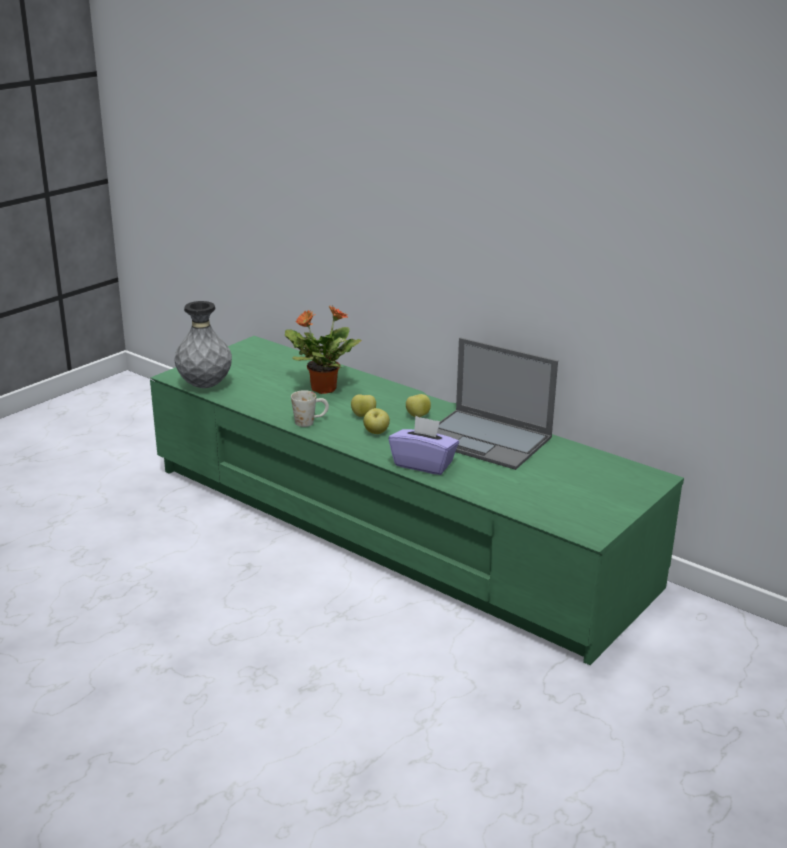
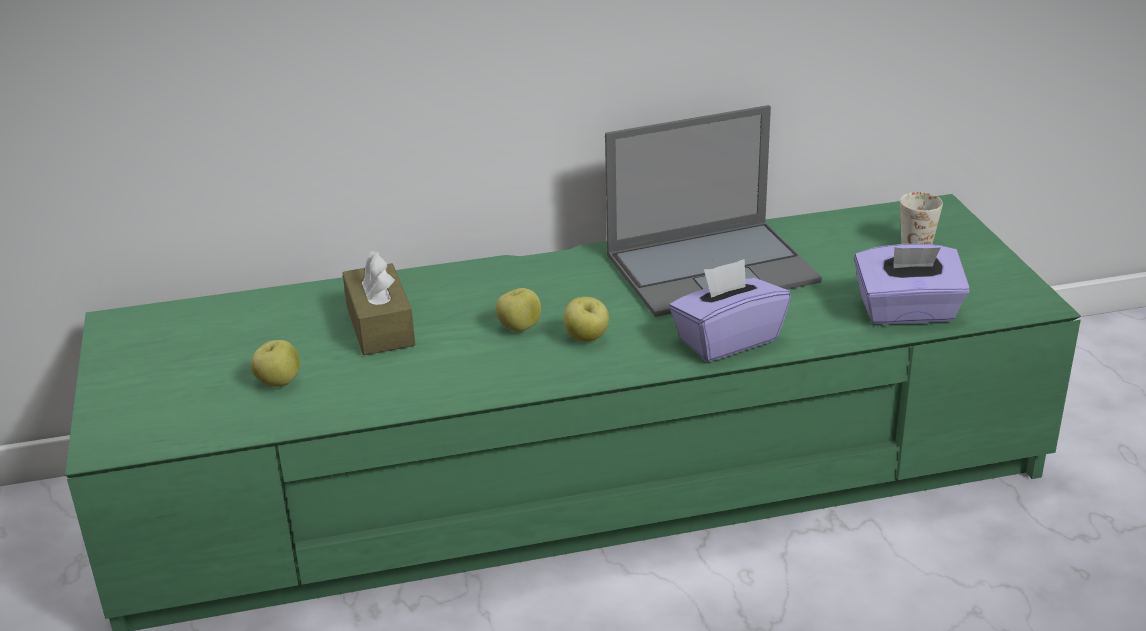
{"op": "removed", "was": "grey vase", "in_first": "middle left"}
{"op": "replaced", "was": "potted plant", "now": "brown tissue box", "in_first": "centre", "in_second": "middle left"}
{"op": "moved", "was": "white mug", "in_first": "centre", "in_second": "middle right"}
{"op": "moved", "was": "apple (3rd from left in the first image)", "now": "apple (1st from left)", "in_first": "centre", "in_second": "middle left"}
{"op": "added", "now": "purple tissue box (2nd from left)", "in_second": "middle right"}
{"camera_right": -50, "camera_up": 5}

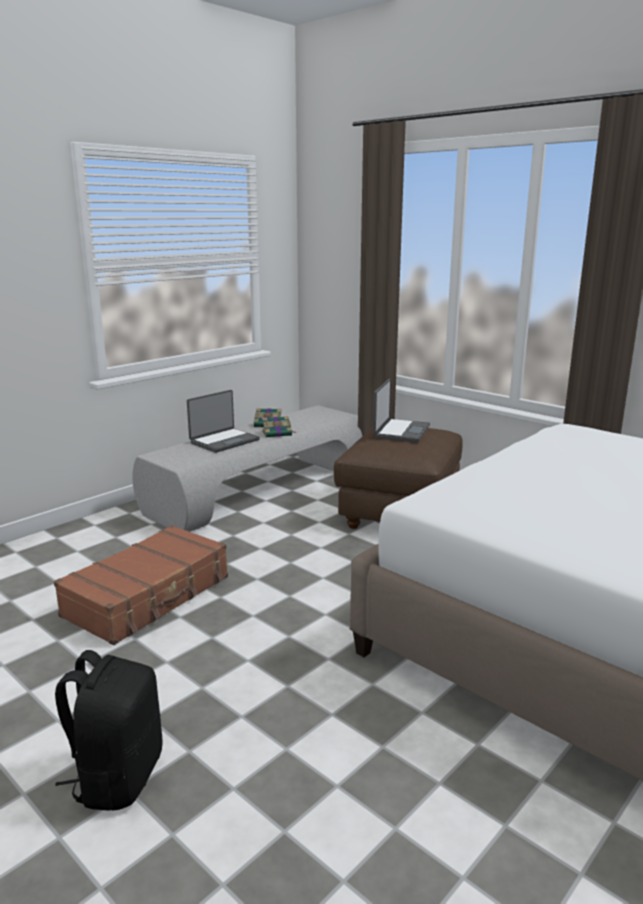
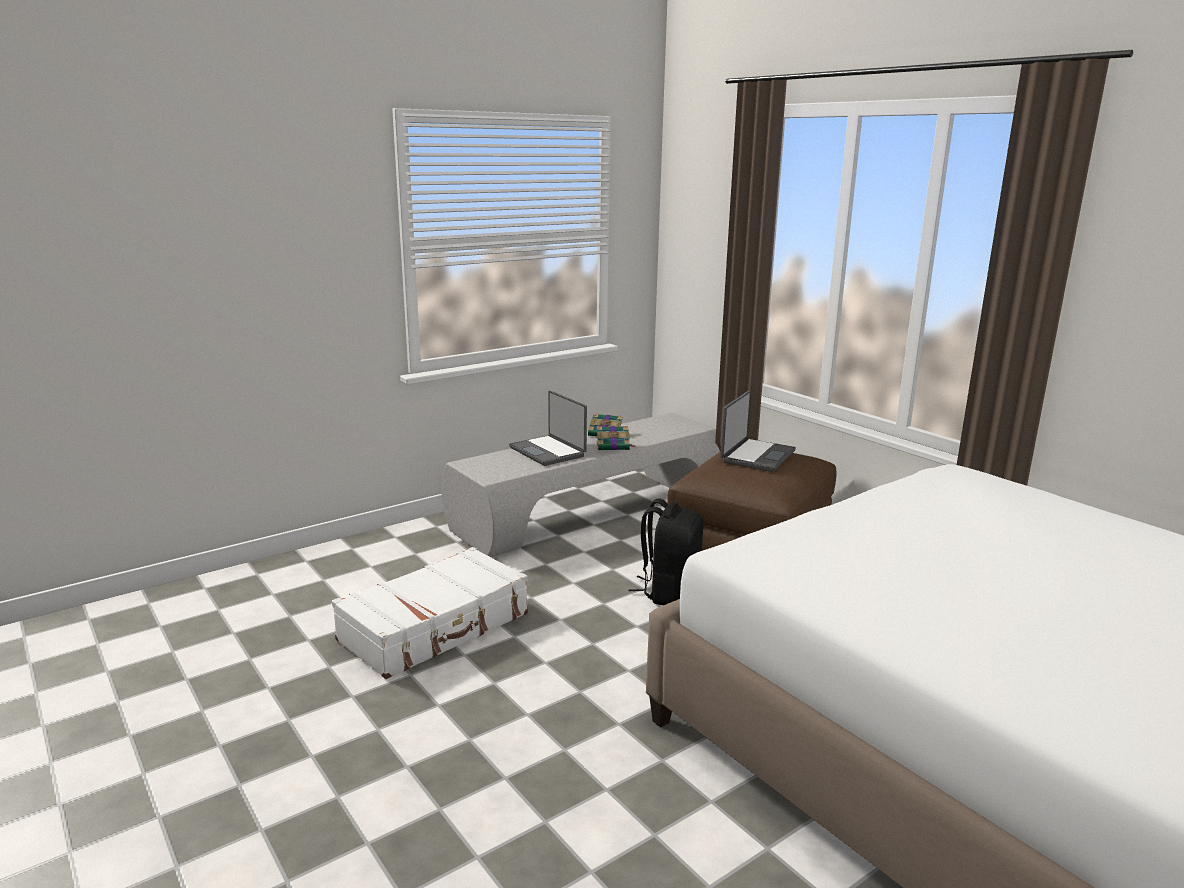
{"op": "turned", "was": "laptop (1st from left)", "in_first": "centre", "in_second": "centre", "clockwise": 90}
{"op": "recoloured", "was": "brown suitcase", "now": "white suitcase", "in_first": "middle left", "in_second": "bottom centre"}
{"op": "moved", "was": "black backpack", "in_first": "bottom left", "in_second": "centre"}
{"camera_right": 10, "camera_up": 0}

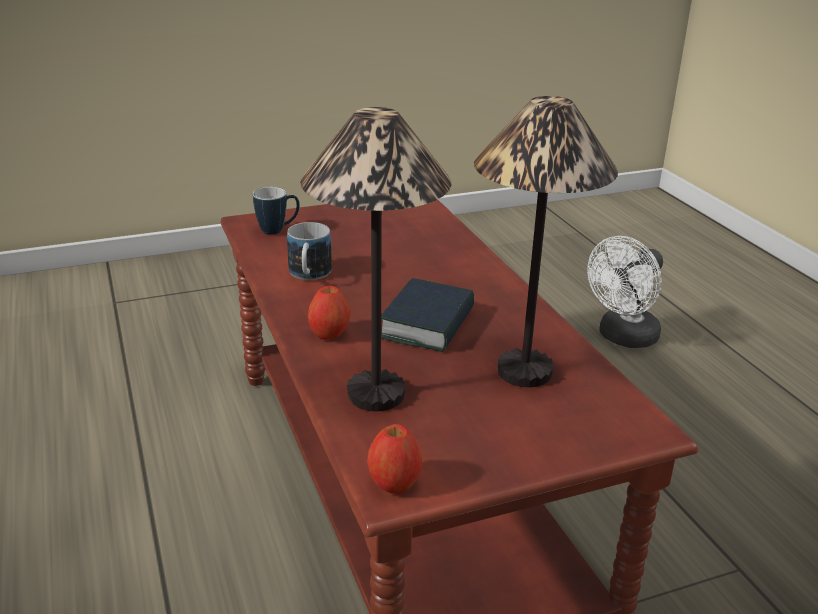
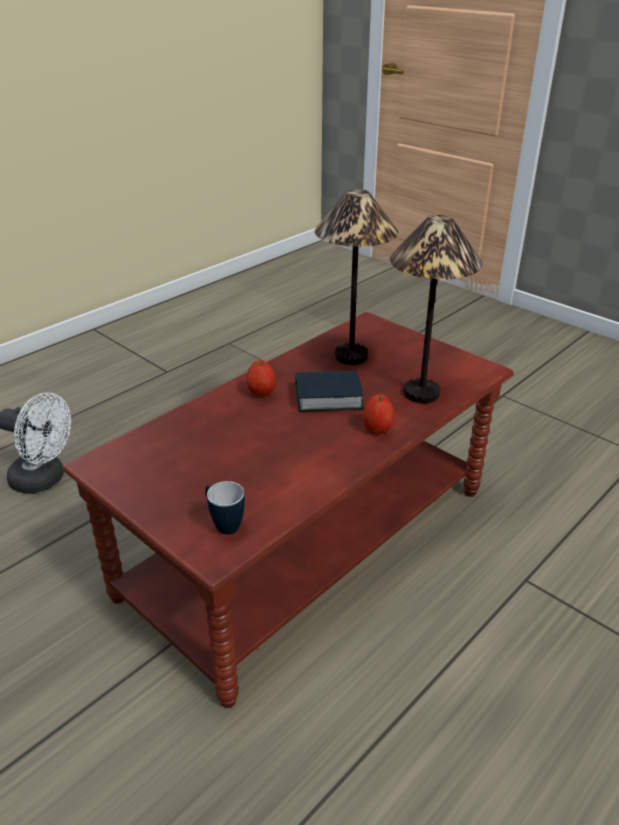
{"op": "removed", "was": "mug (2nd from left)", "in_first": "centre"}
{"op": "moved", "was": "apple (2nd from left in the first image)", "now": "apple (1st from left)", "in_first": "bottom centre", "in_second": "centre"}
{"camera_right": -115, "camera_up": 5}

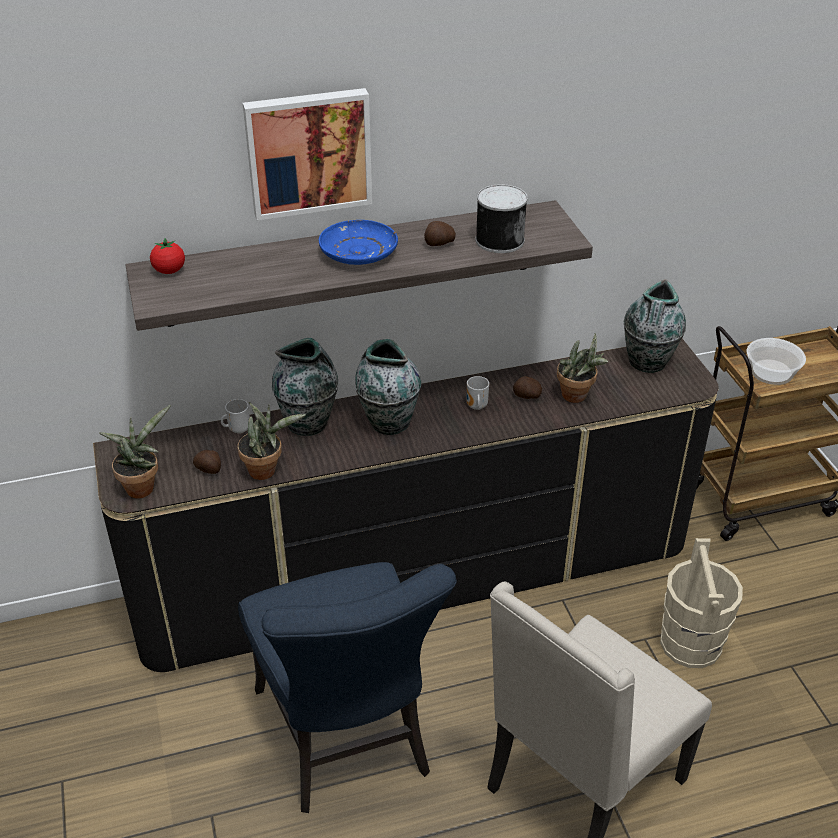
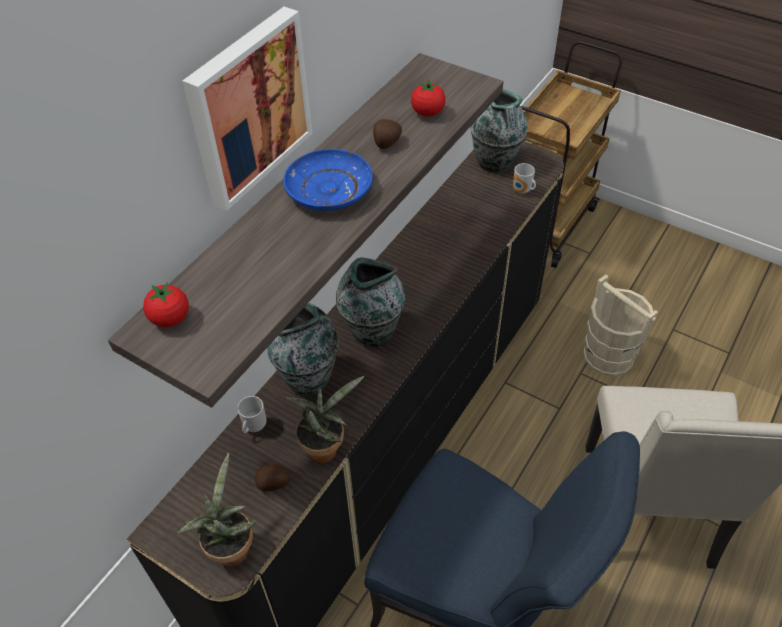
{"op": "replaced", "was": "can", "now": "tomato (2nd from left)", "in_first": "top centre", "in_second": "top centre"}
{"op": "removed", "was": "potted plant (3rd from left)", "in_first": "middle right"}
{"op": "removed", "was": "bowl", "in_first": "middle right"}
{"op": "moved", "was": "mug (2nd from left)", "in_first": "centre", "in_second": "top right"}
{"op": "removed", "was": "potato (3rd from left)", "in_first": "centre"}
{"camera_right": -40, "camera_up": 10}

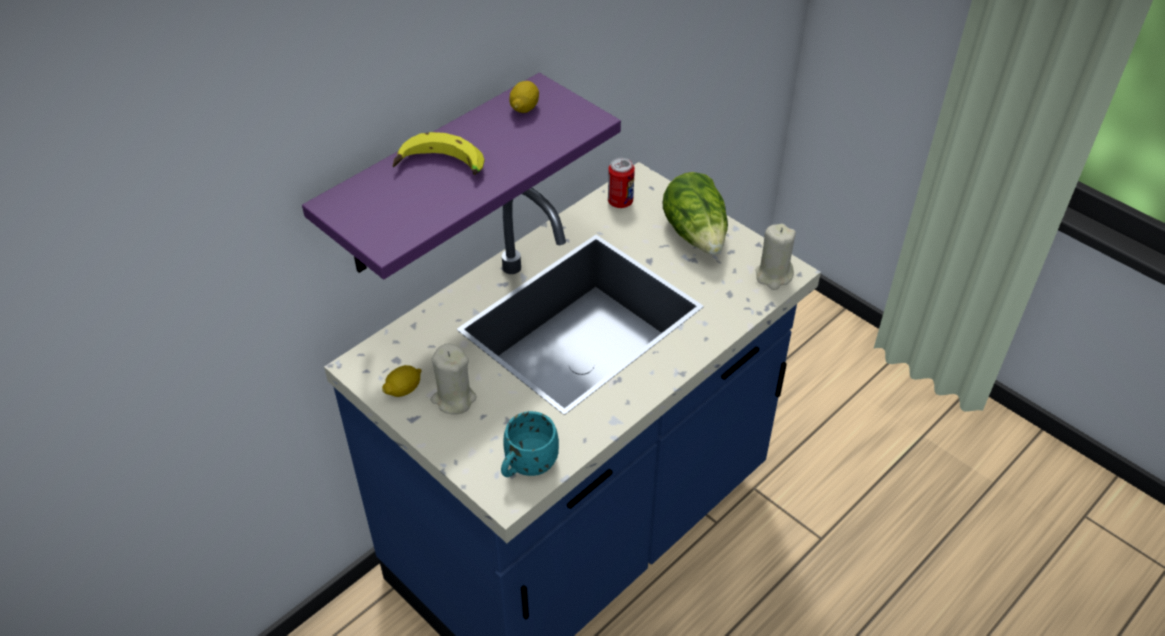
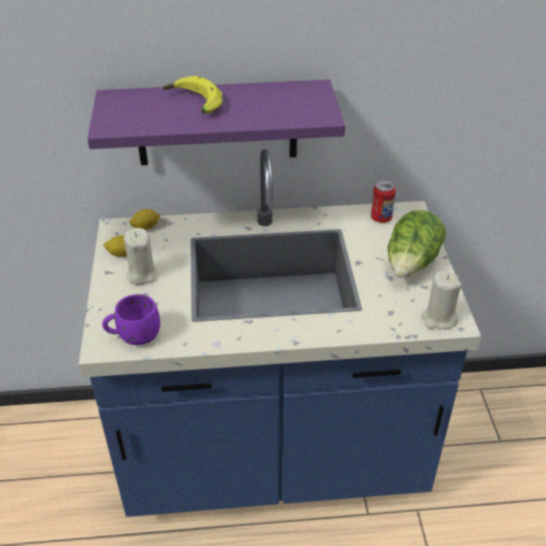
{"op": "moved", "was": "lemon (2nd from left)", "in_first": "top centre", "in_second": "middle left"}
{"op": "recoloured", "was": "turquoise mug", "now": "purple mug", "in_first": "bottom centre", "in_second": "middle left"}
{"camera_right": 40, "camera_up": -5}

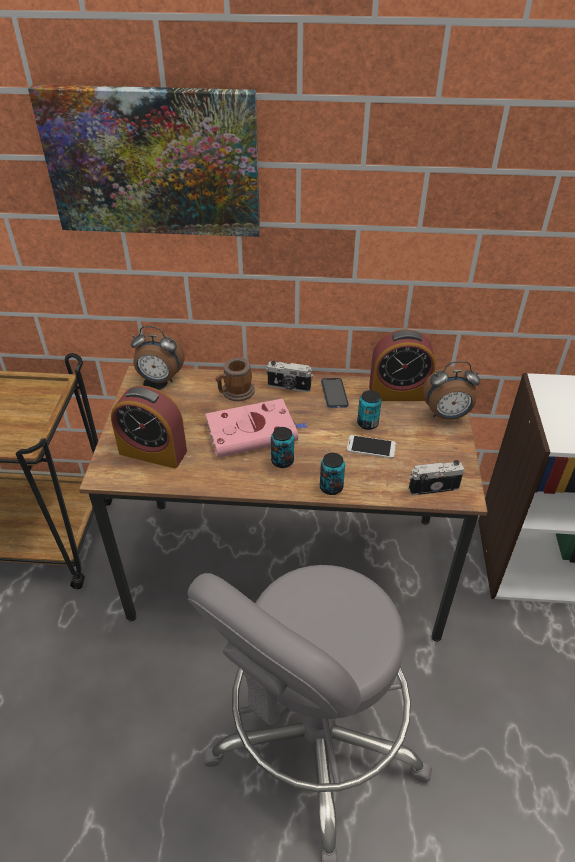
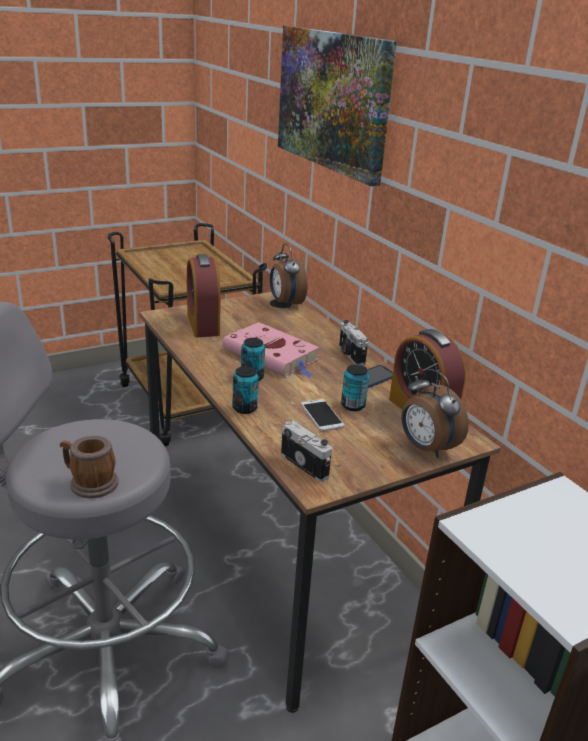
{"op": "moved", "was": "mug", "in_first": "centre", "in_second": "middle left"}
{"camera_right": 55, "camera_up": -15}

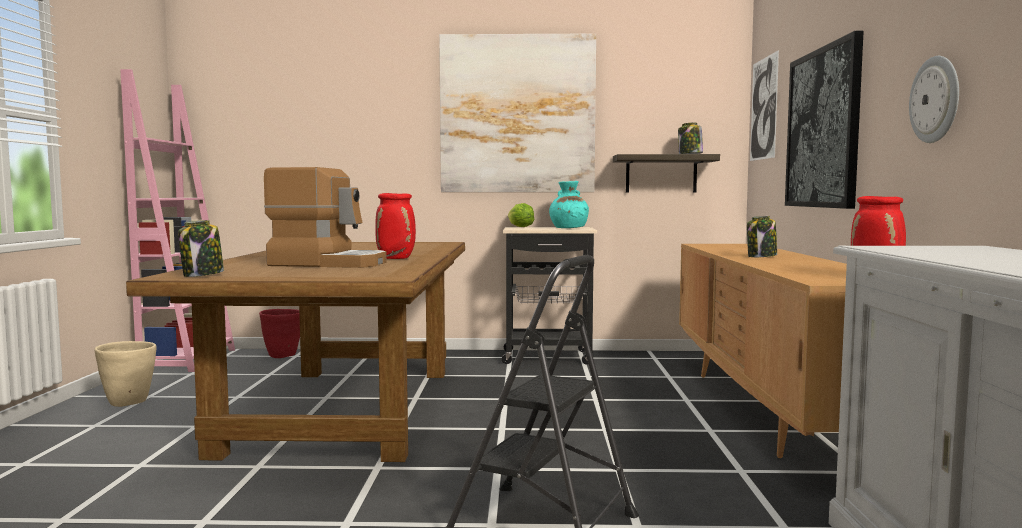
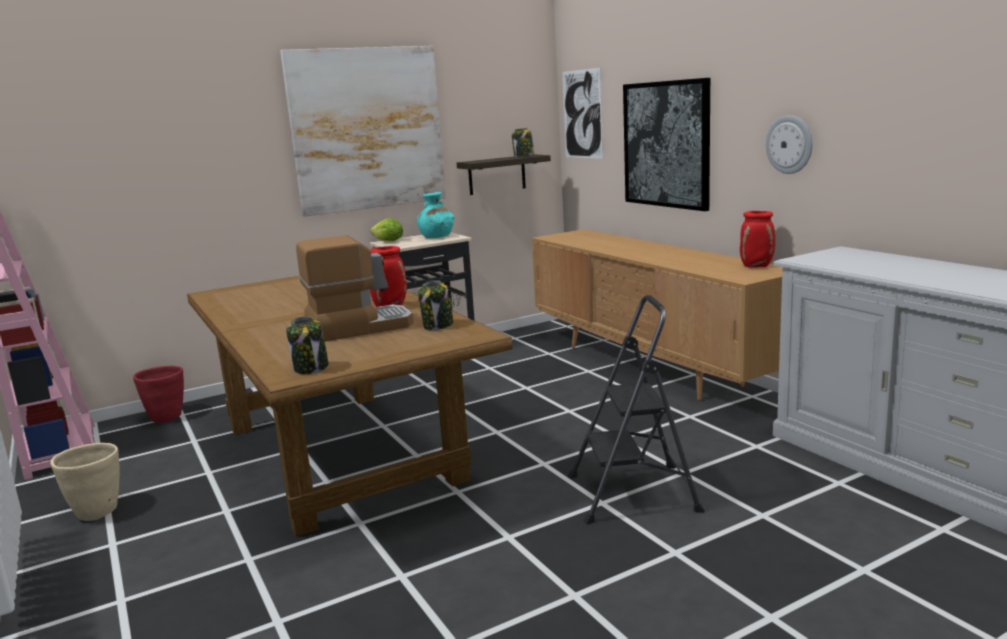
{"op": "moved", "was": "jar (3rd from left in the first image)", "now": "jar (2nd from left)", "in_first": "middle right", "in_second": "centre"}
{"camera_right": -30, "camera_up": 10}

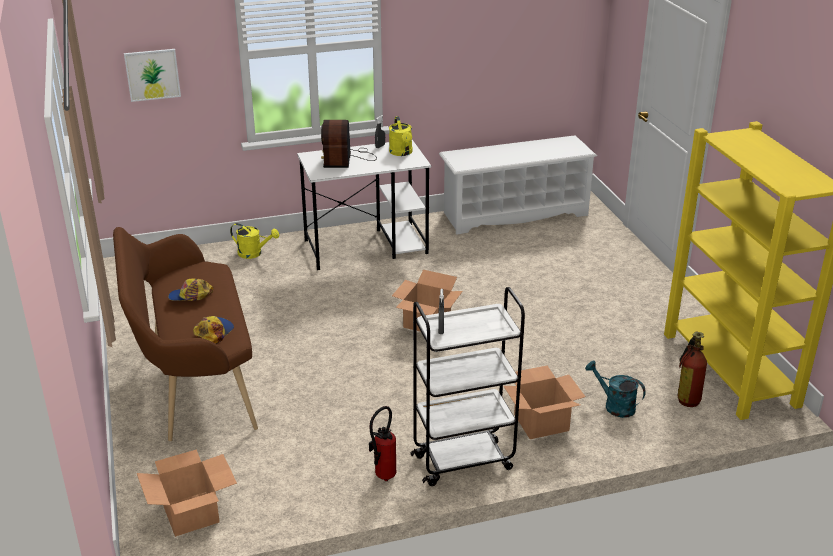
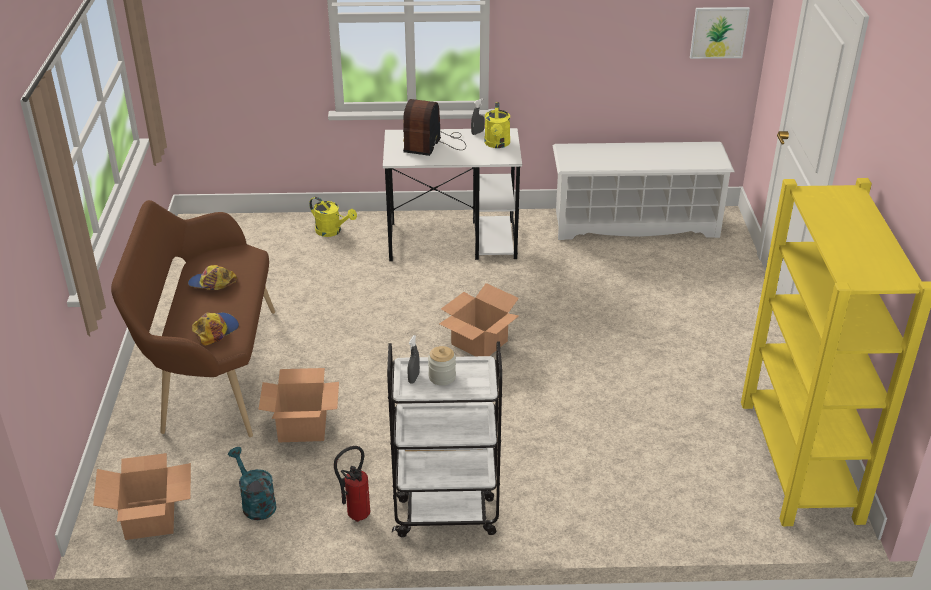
{"op": "moved", "was": "picture", "in_first": "top left", "in_second": "top right"}
{"op": "removed", "was": "fire extinguisher (2nd from left)", "in_first": "middle right"}
{"op": "moved", "was": "turquoise watering can", "in_first": "bottom right", "in_second": "bottom left"}
{"op": "moved", "was": "cardboard box (3rd from left in the first image)", "now": "cardboard box (2nd from left)", "in_first": "bottom centre", "in_second": "bottom left"}
{"op": "added", "now": "jar", "in_second": "centre"}
{"camera_right": 15, "camera_up": 5}

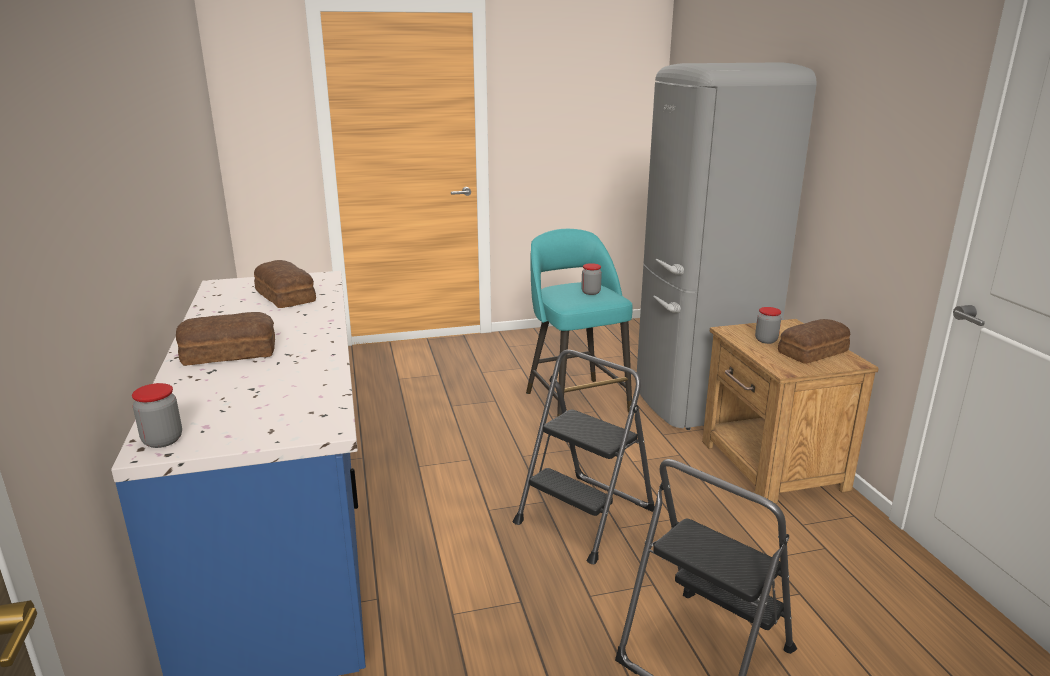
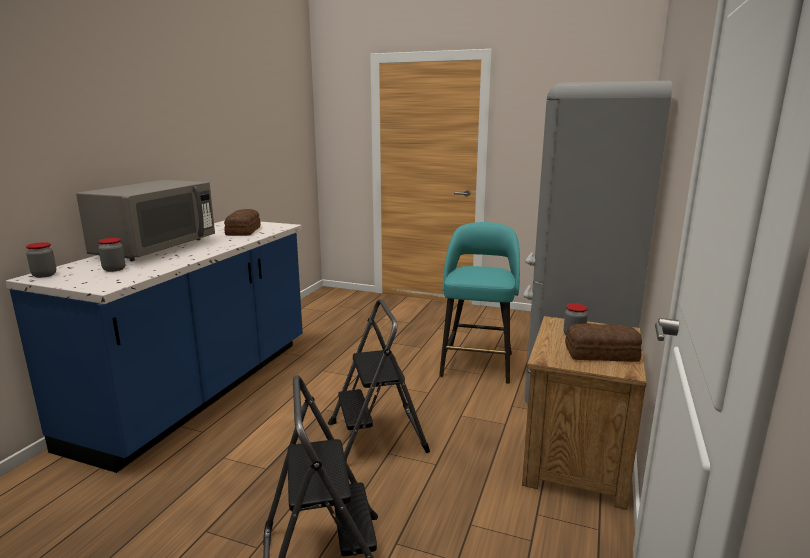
{"op": "moved", "was": "jar (2nd from left)", "in_first": "centre", "in_second": "middle left"}
{"op": "replaced", "was": "bread (1st from left)", "now": "grey microwave", "in_first": "middle left", "in_second": "middle left"}
{"camera_right": 35, "camera_up": -5}

